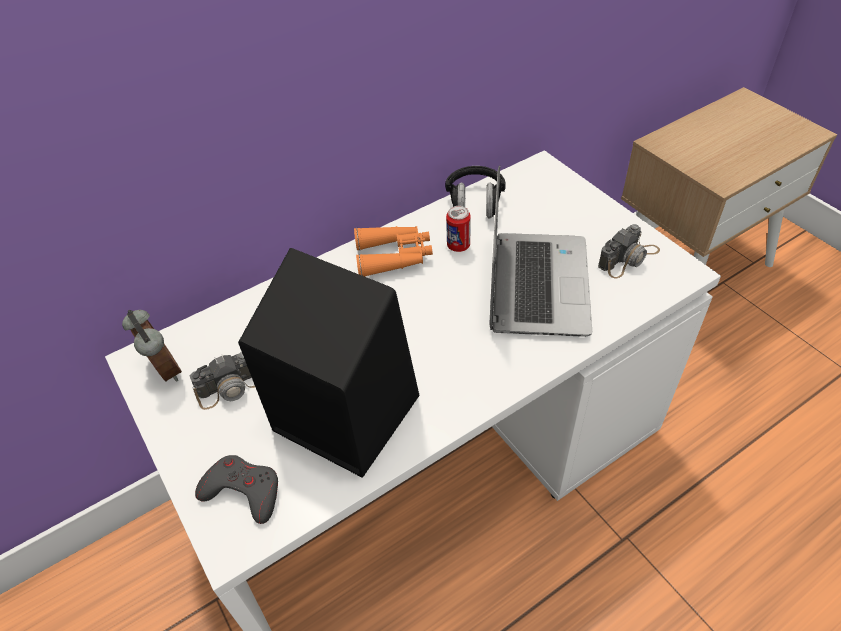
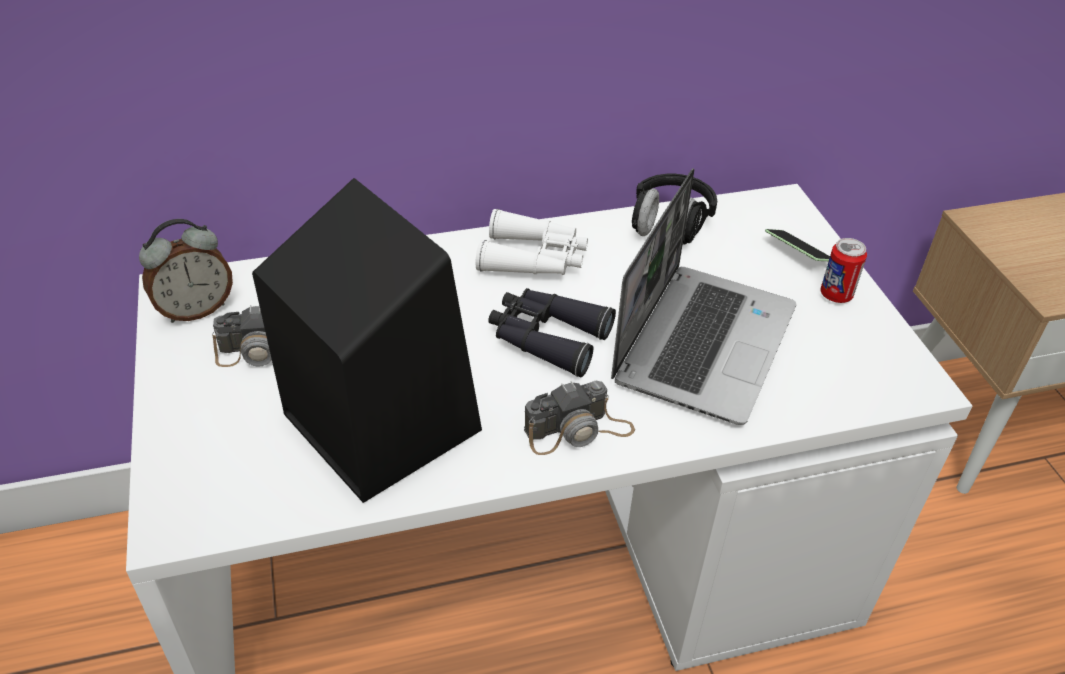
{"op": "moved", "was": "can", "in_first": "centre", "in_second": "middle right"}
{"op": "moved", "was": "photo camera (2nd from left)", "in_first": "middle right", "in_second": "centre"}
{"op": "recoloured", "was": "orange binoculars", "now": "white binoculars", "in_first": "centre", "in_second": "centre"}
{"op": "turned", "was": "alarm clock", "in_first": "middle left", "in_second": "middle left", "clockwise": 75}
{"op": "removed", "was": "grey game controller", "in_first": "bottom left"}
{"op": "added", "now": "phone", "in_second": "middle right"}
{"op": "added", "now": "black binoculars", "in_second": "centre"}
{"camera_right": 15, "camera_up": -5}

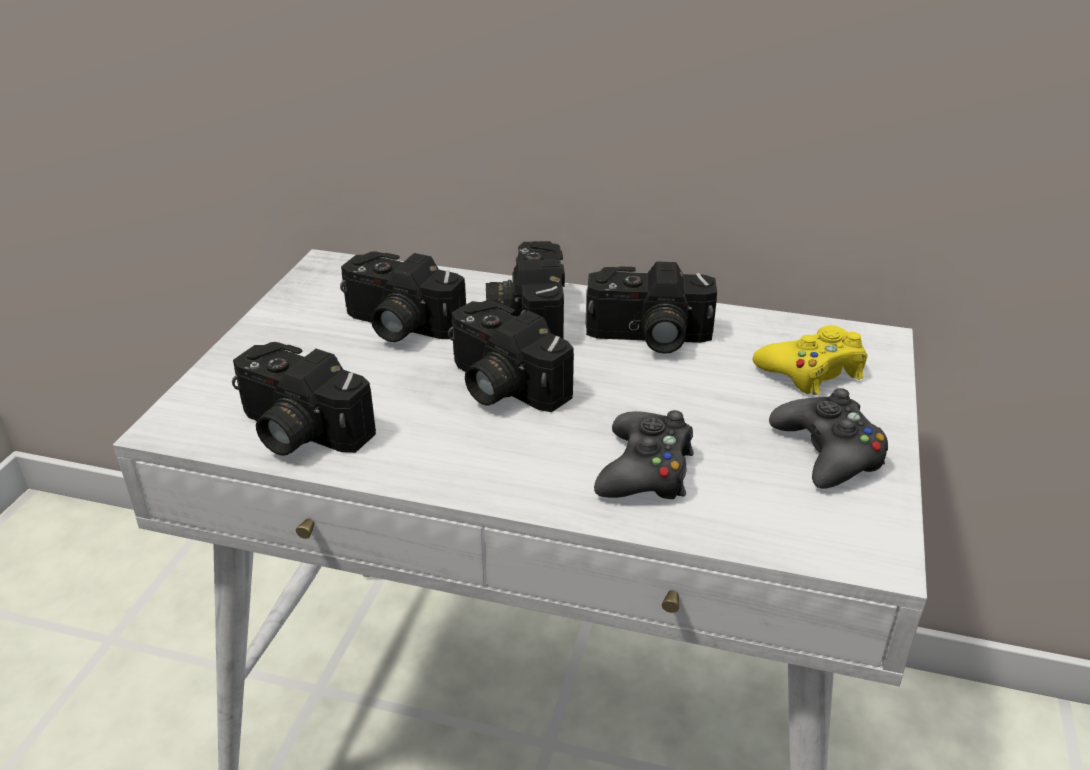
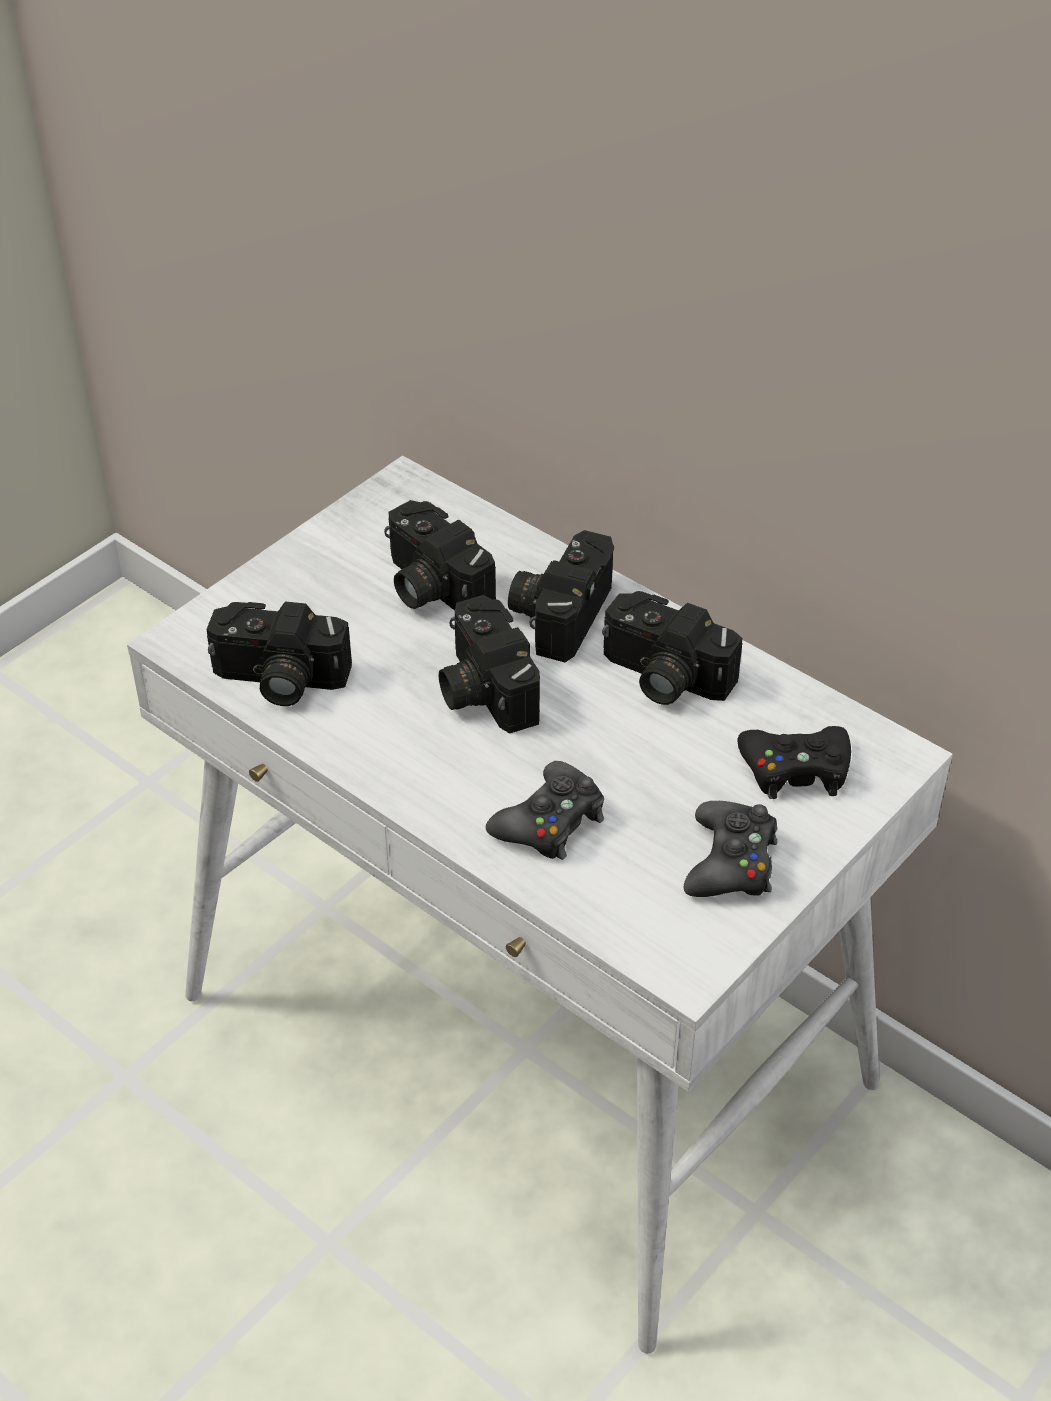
{"op": "recoloured", "was": "yellow game controller", "now": "black game controller (3rd from left)", "in_first": "middle right", "in_second": "middle right"}
{"op": "turned", "was": "photo camera (1st from left)", "in_first": "middle left", "in_second": "middle left", "clockwise": -45}
{"camera_right": 25, "camera_up": 10}

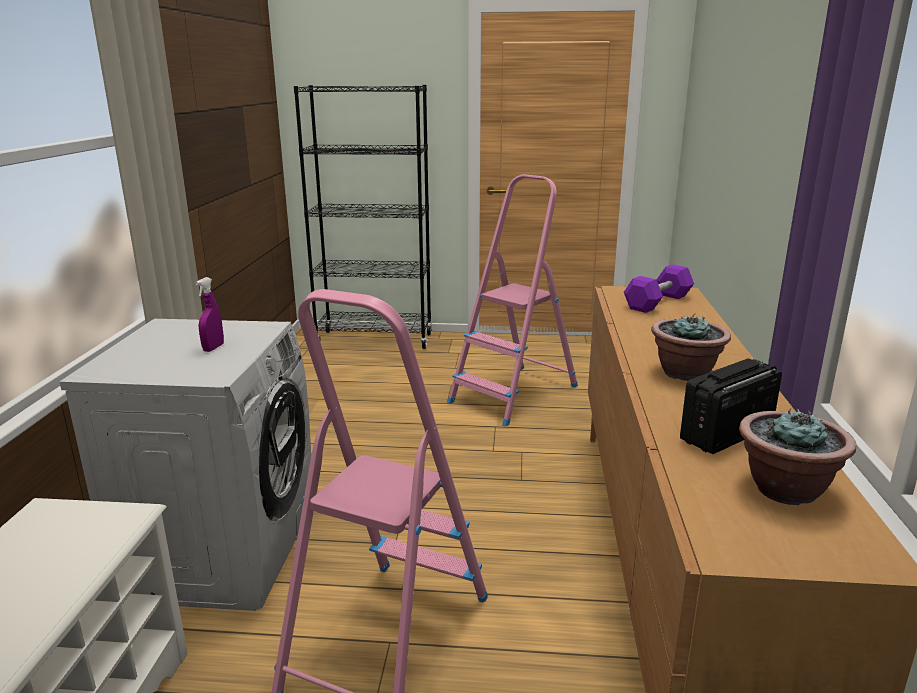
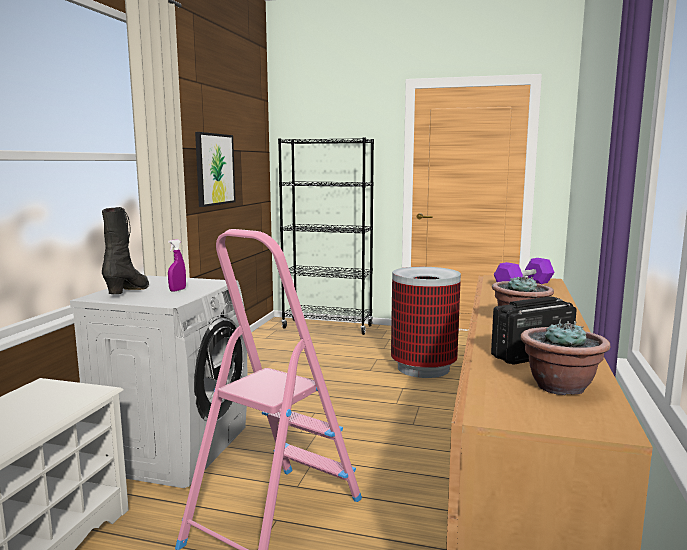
{"op": "replaced", "was": "pink step ladder (2nd from left)", "now": "trash can", "in_first": "centre", "in_second": "centre"}
{"op": "added", "now": "picture", "in_second": "top left"}
{"op": "added", "now": "black boot", "in_second": "middle left"}
{"camera_right": 10, "camera_up": -10}

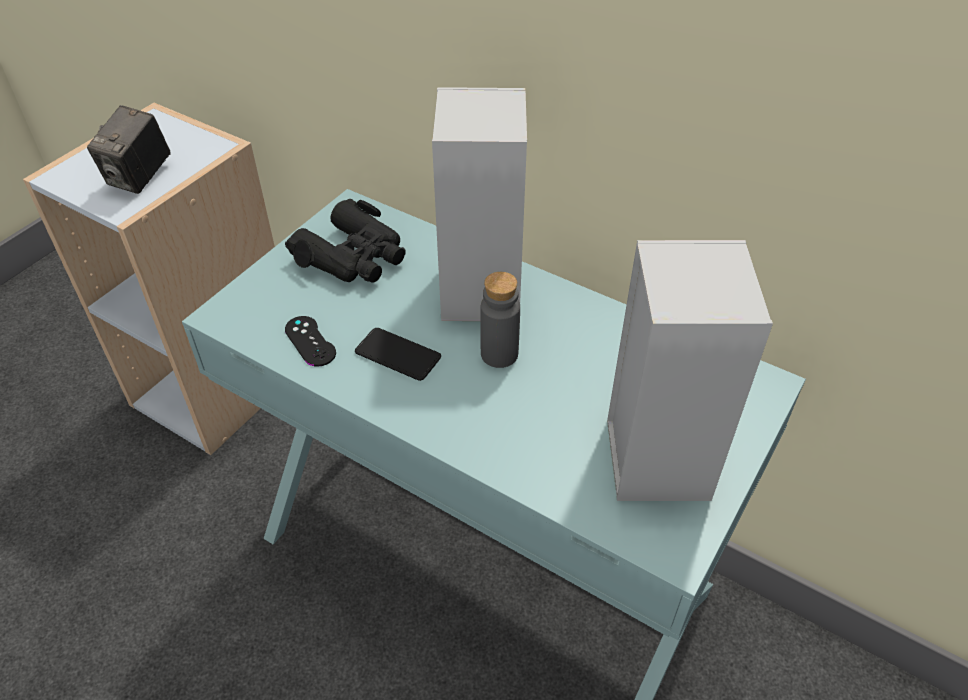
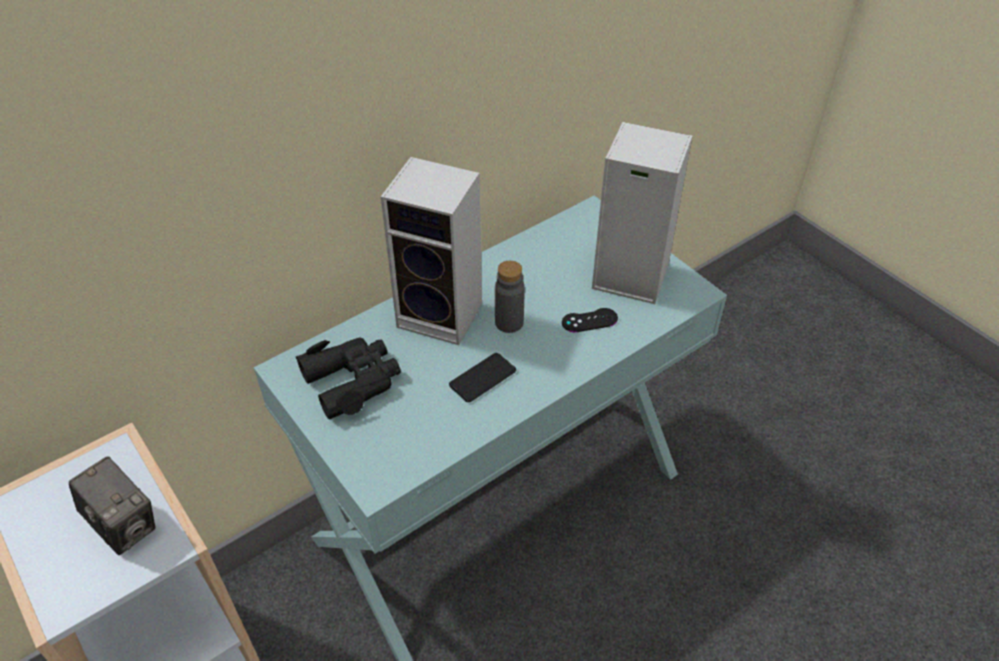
{"op": "moved", "was": "black game controller", "in_first": "middle left", "in_second": "centre"}
{"camera_right": -70, "camera_up": 0}

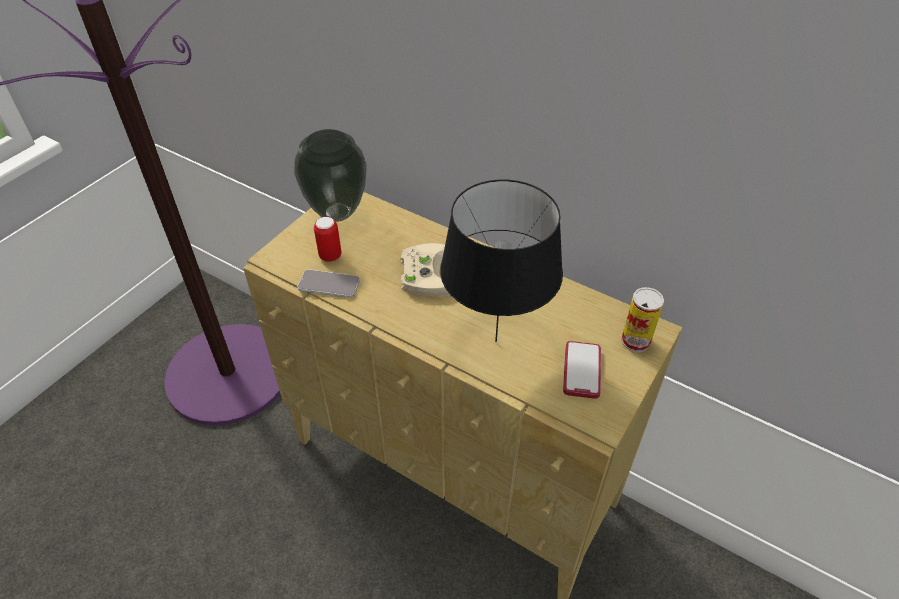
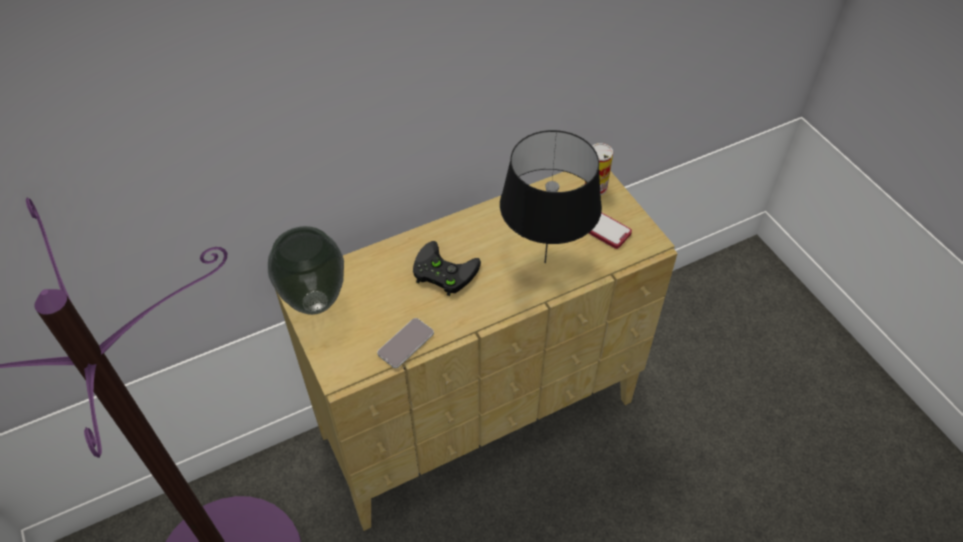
{"op": "removed", "was": "can (1st from left)", "in_first": "centre"}
{"op": "recoloured", "was": "beige game controller", "now": "black game controller", "in_first": "centre", "in_second": "centre"}
{"camera_right": -60, "camera_up": 5}

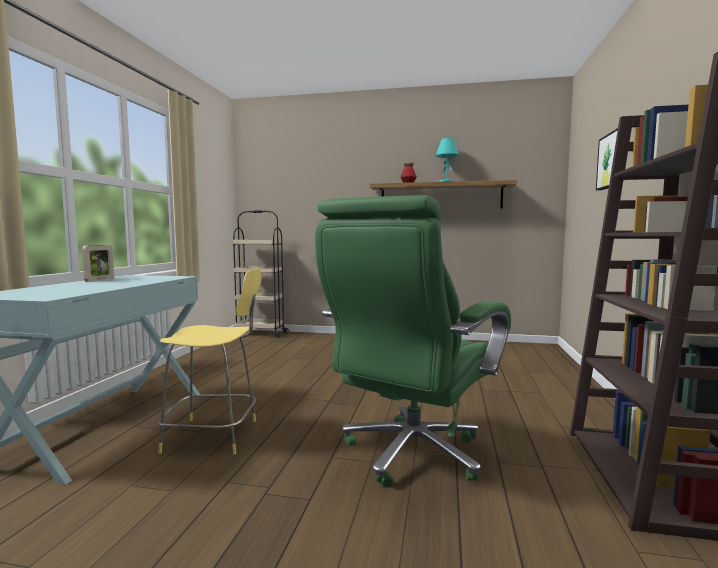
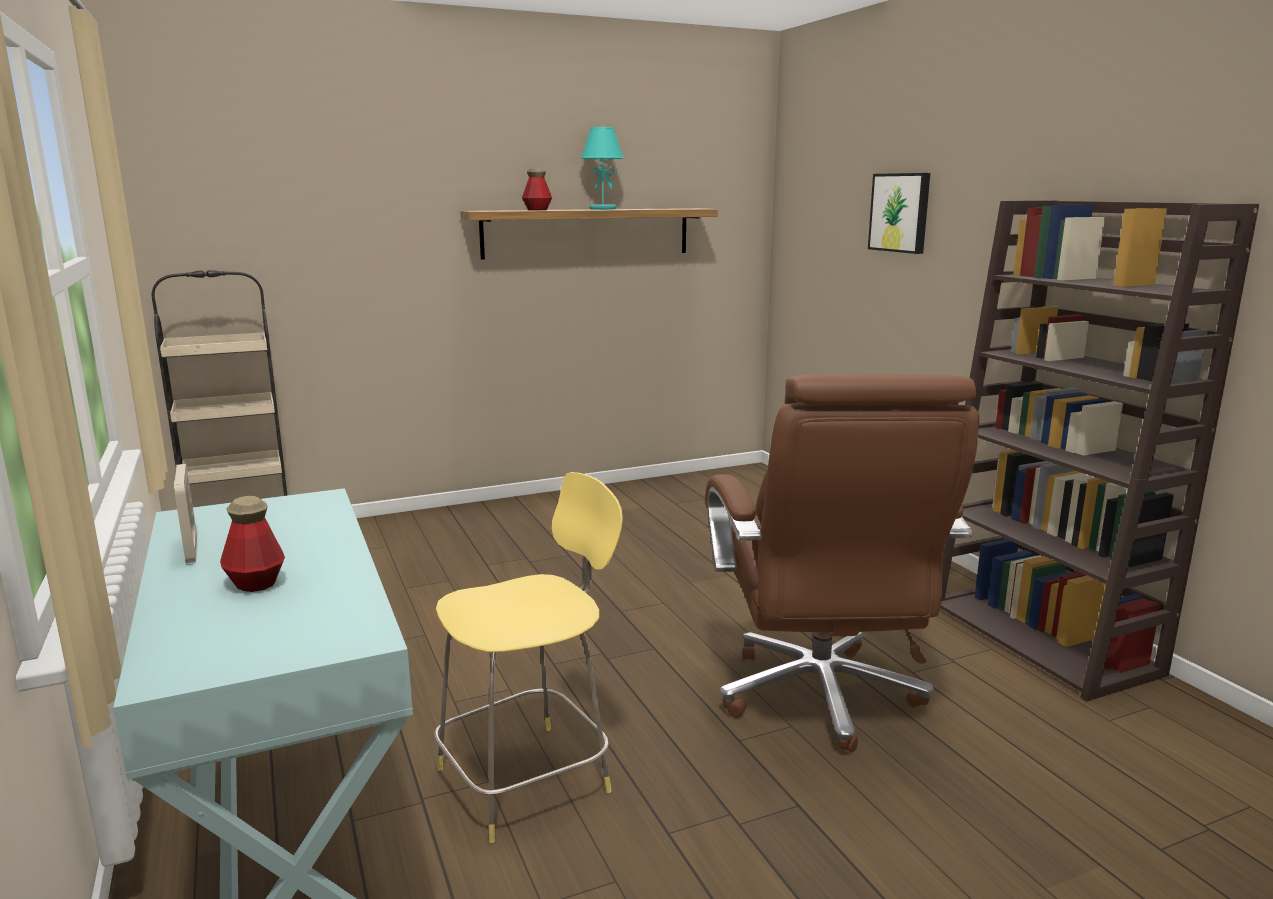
{"op": "recoloured", "was": "green office chair", "now": "brown office chair", "in_first": "centre", "in_second": "centre"}
{"op": "added", "now": "bottle (1st from left)", "in_second": "middle left"}
{"camera_right": -35, "camera_up": 10}

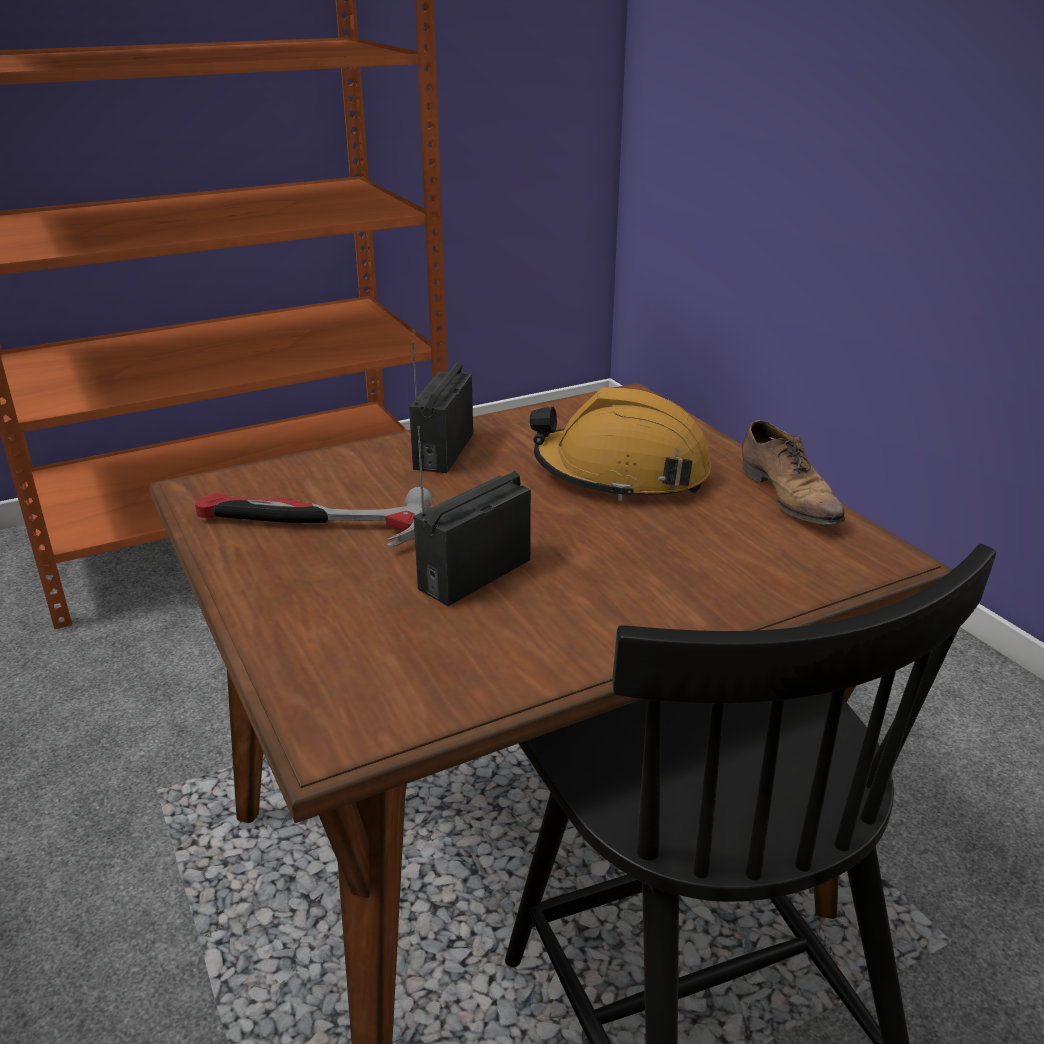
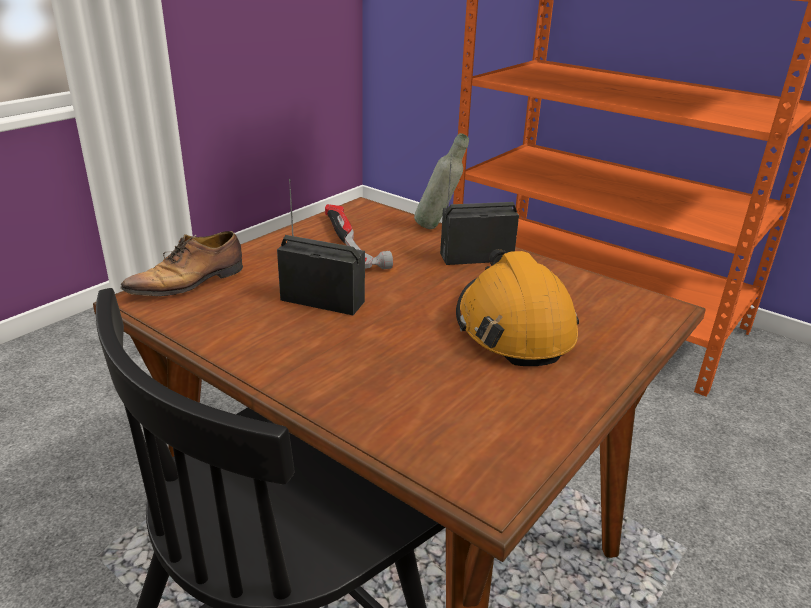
{"op": "moved", "was": "shoe", "in_first": "middle right", "in_second": "middle left"}
{"op": "added", "now": "grey bottle", "in_second": "top centre"}
{"camera_right": 65, "camera_up": 0}

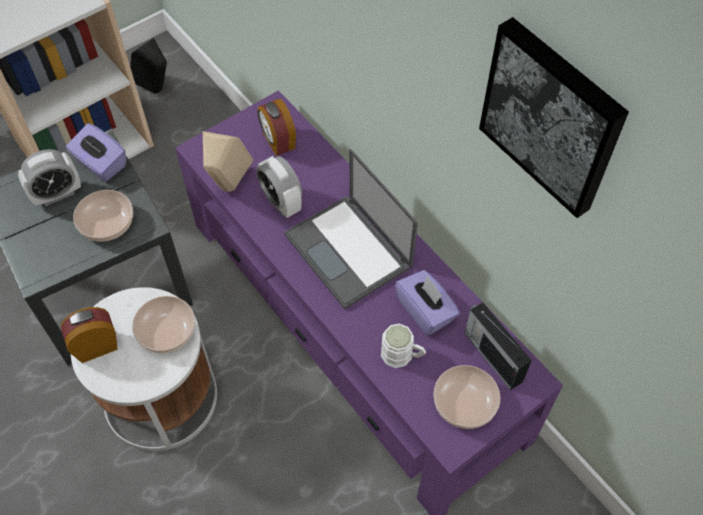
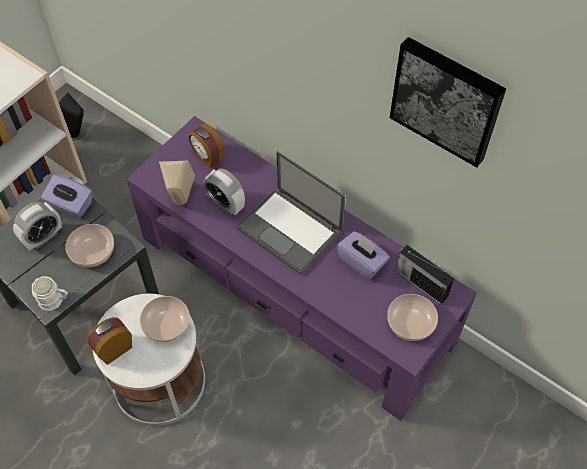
{"op": "moved", "was": "white mug", "in_first": "bottom centre", "in_second": "middle left"}
{"camera_right": -15, "camera_up": 0}

